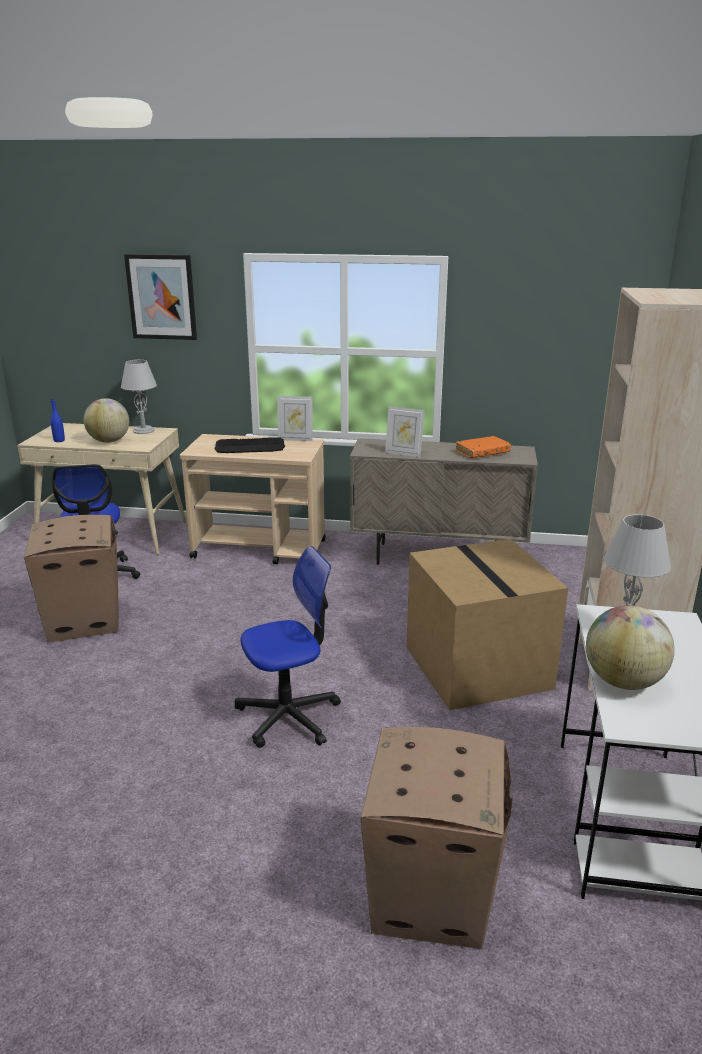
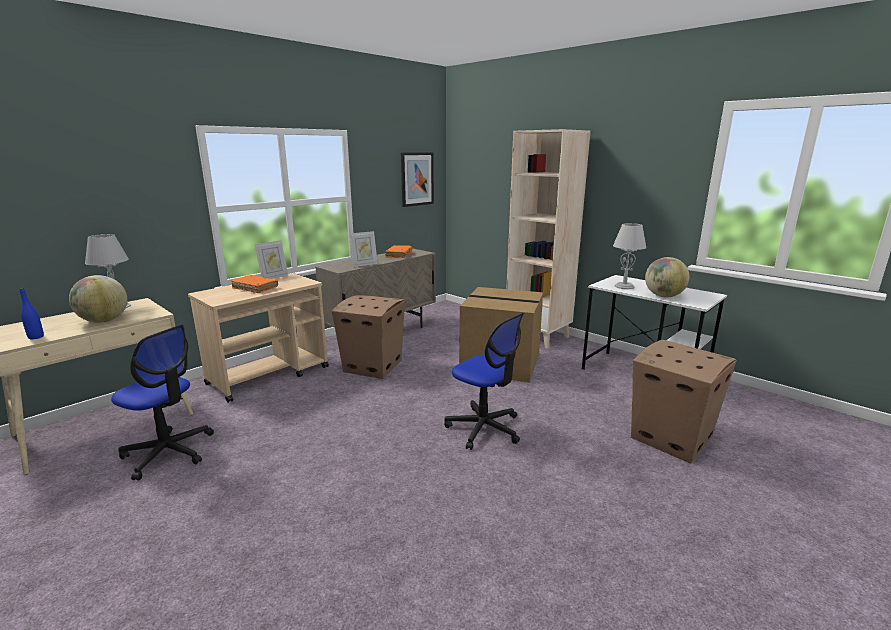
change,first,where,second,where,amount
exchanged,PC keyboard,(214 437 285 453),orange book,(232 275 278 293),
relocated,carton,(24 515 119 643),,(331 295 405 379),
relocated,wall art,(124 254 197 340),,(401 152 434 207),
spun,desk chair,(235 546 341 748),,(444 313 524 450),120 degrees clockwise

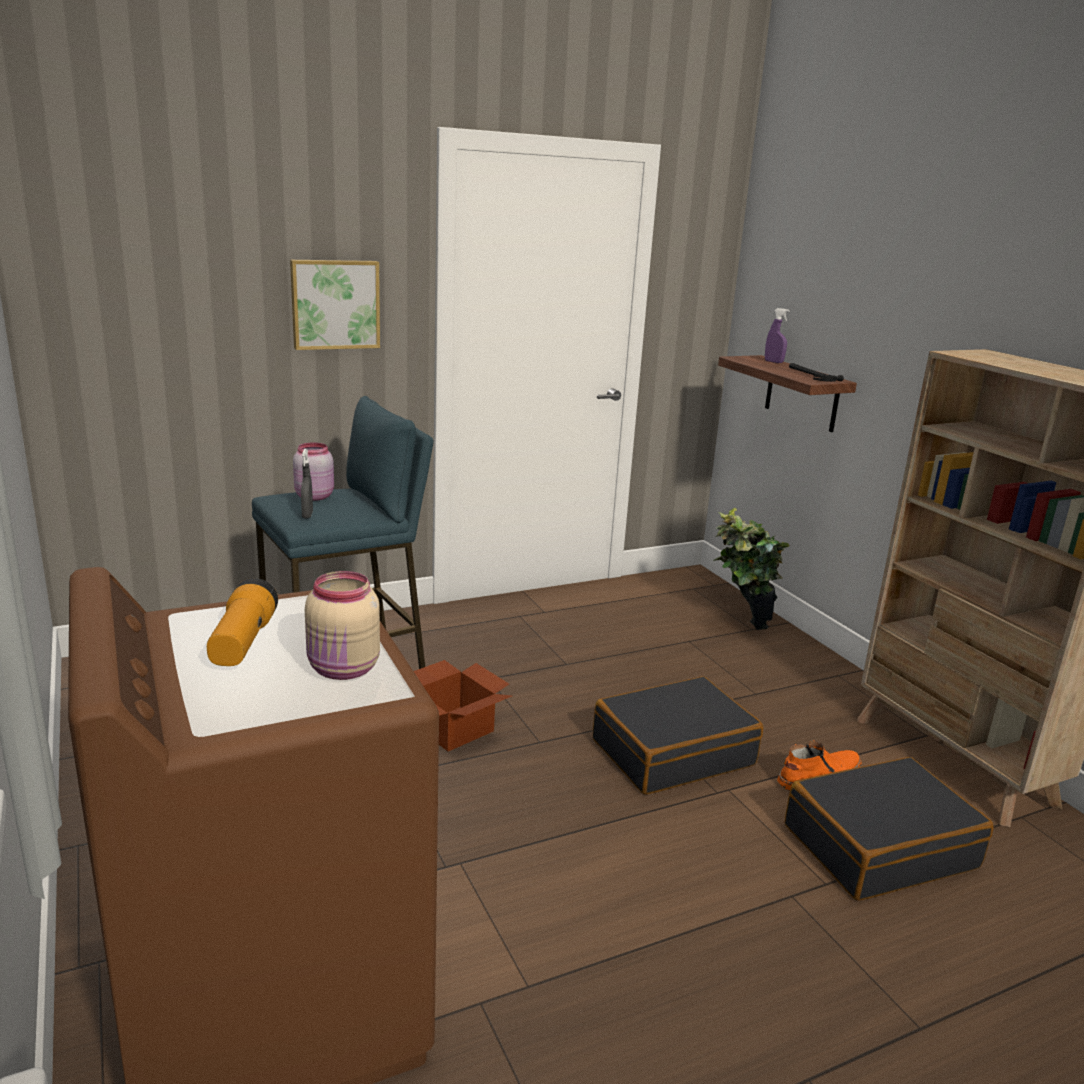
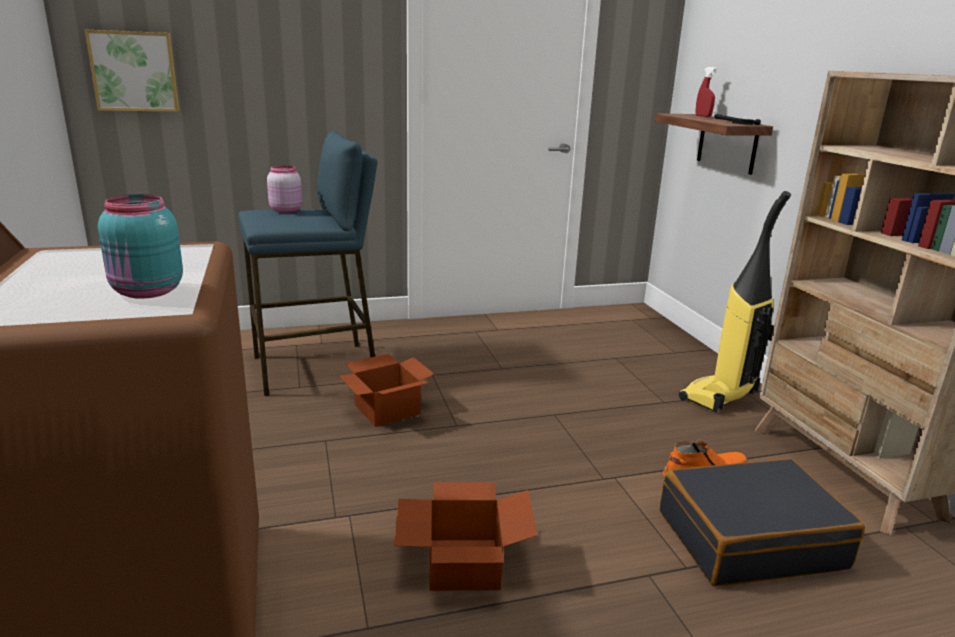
change,first,where,second,where,amount
relocated,wall art,(290 260 380 350),,(85 30 179 112),
colour,beige-coloured storage jar,(305 571 380 680),blue-green storage jar,(98 194 183 299),
appeared,,,carton,(394 482 537 591),
appeared,,,hoover,(679 191 791 412),
colour,purple hand sprayer,(765 308 790 363),red-coloured hand sprayer,(695 67 718 117),
missing,flashlight,(207 578 278 666),,,
missing,grey hand sprayer,(301 449 313 518),,,
missing,black travel case,(593 676 763 795),,,
missing,potted plant,(713 508 789 630),,,

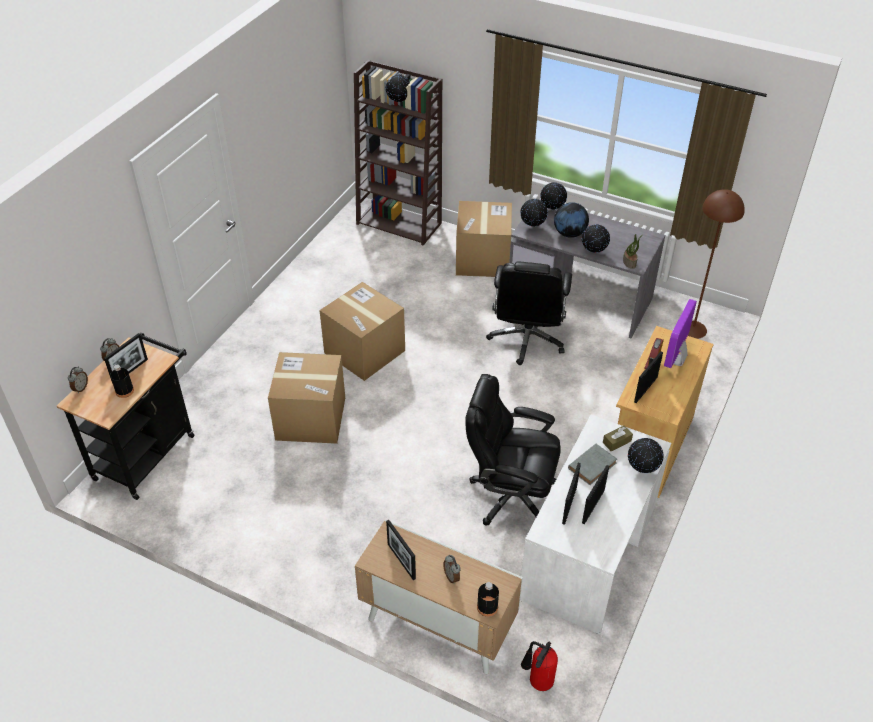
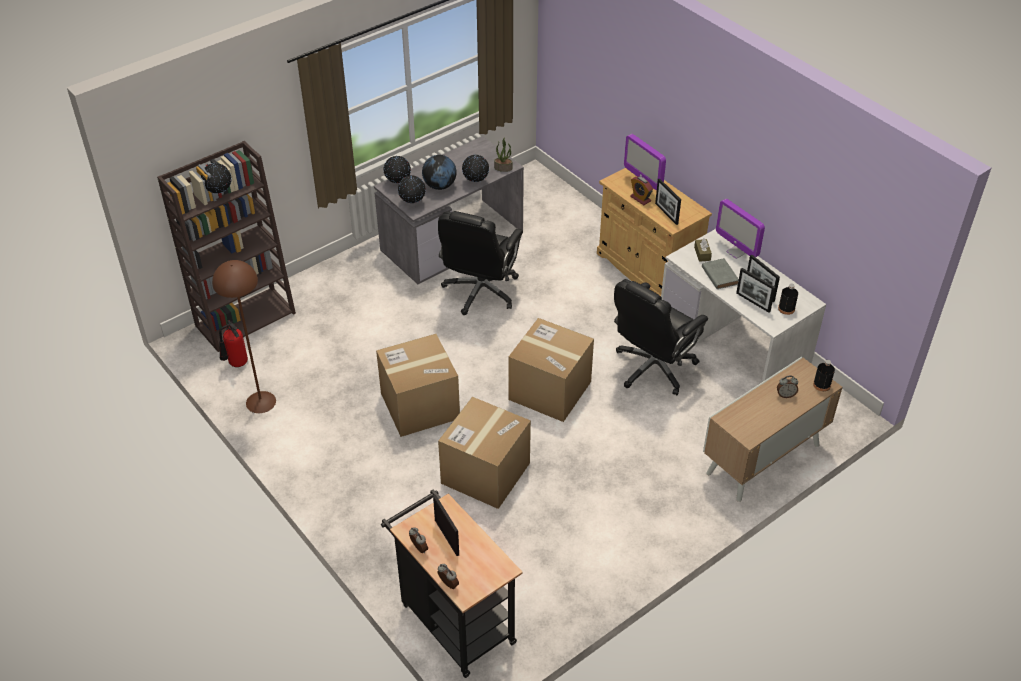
change,first,where,second,where,amount
relocated,brownish floor lamp,(688 189 745 339),,(212 260 276 413),
relocated,extinguisher,(521 641 558 691),,(219 320 248 367),
spun,black desk chair,(486 262 572 365),,(438 211 523 315),75 degrees clockwise
relocated,carton,(456 201 512 277),,(508 318 594 422),
exchanged,world globe,(628 438 664 473),computer display,(716 199 765 259),
relocated,black beverage bottle,(110 365 134 398),,(778 284 798 315),
missing,photo frame,(386 520 416 580),,,

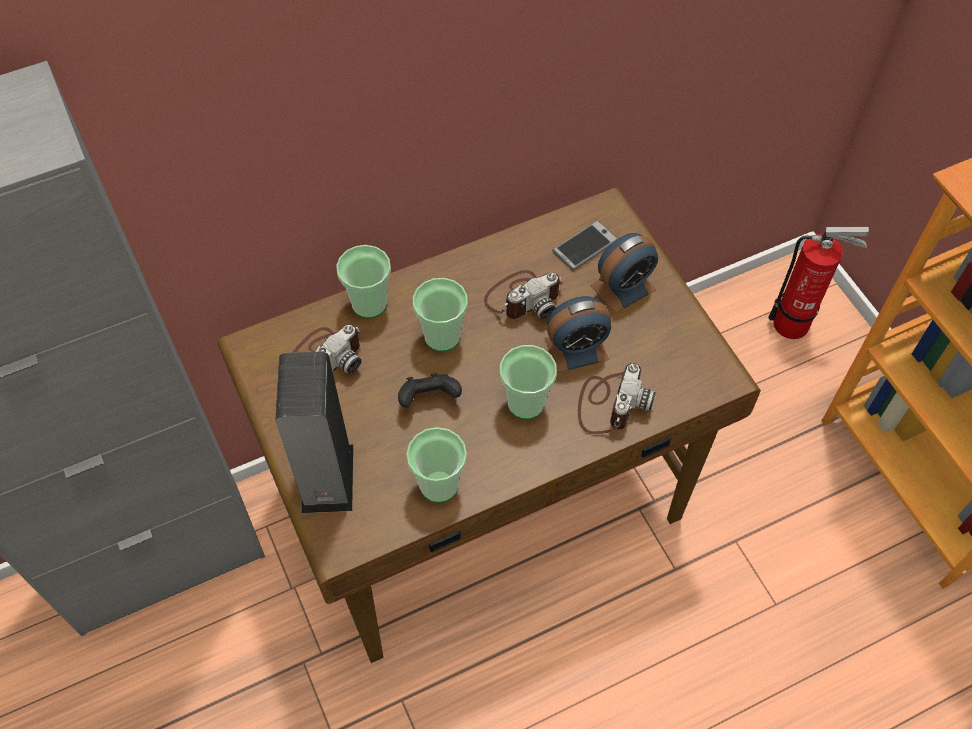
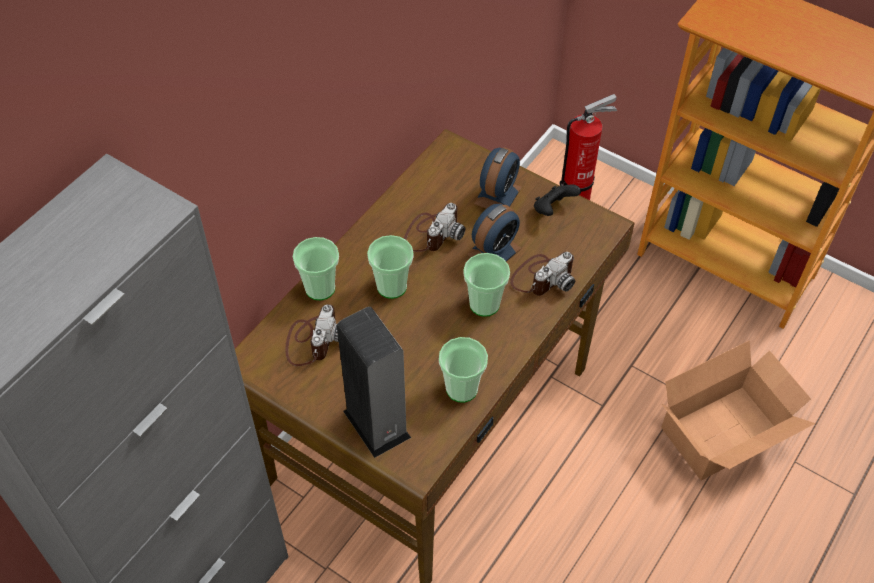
change,first,where,second,where,amount
spun,still camera,(578 363 656 434),,(510 252 575 296),60 degrees clockwise
relocated,black joypad,(398 373 462 408),,(534 185 581 216),
appeared,,,carton,(661 340 815 480),
missing,phone,(552 220 618 271),,,

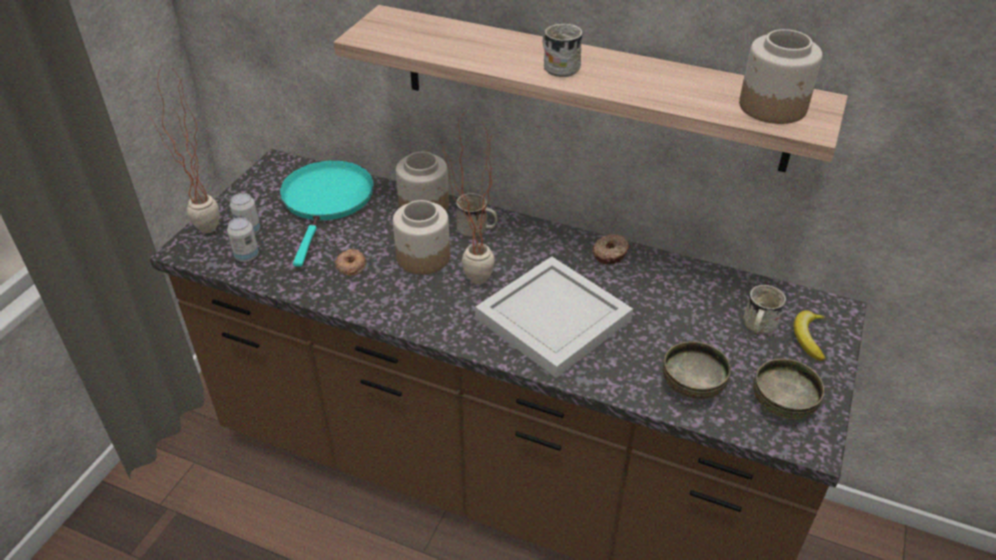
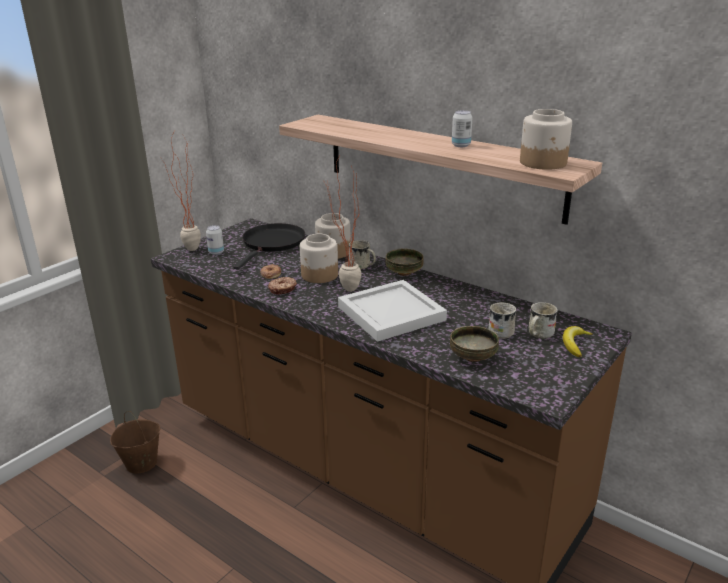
change,first,where,second,where,amount
appeared,,,brownish water bucket,(110 411 160 474),
colour,blue-green frying pan,(279 160 374 267),black frying pan,(233 223 305 270),
relocated,doughnut,(592 234 630 264),,(268 277 297 294),
relocated,deep dish,(753 359 824 419),,(385 248 424 276),
relocated,can,(227 217 259 262),,(452 110 473 147),
relocated,white tea mug,(543 24 583 77),,(488 302 516 339),

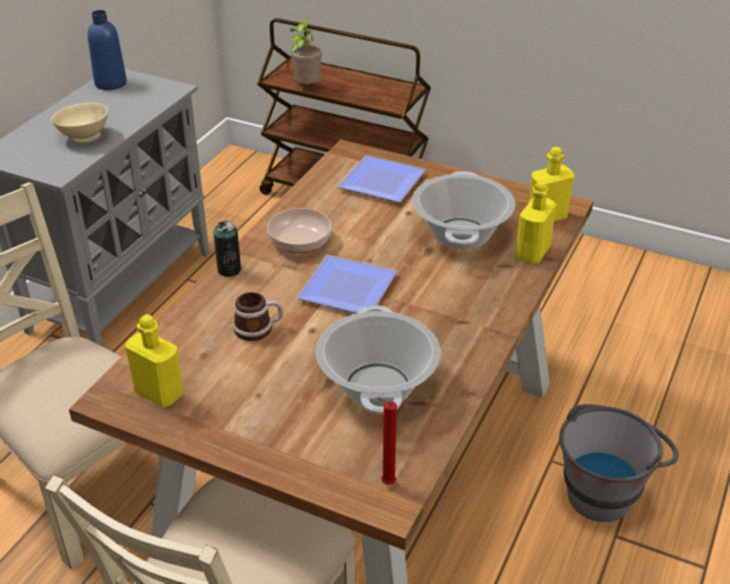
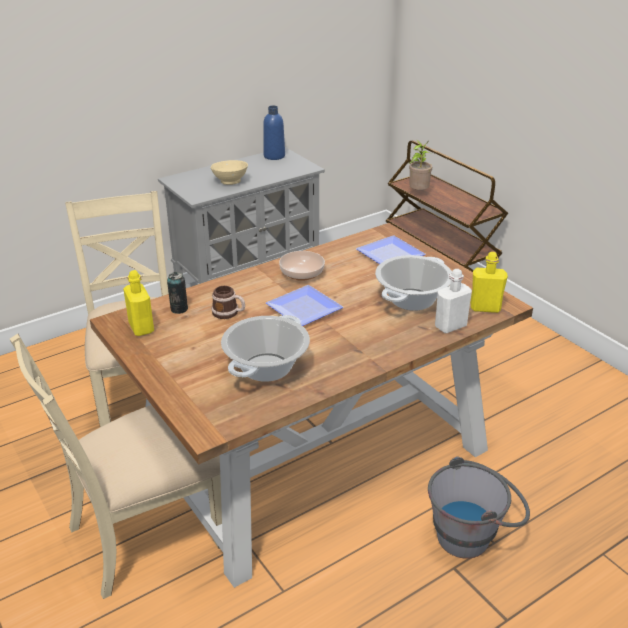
change,first,where,second,where,amount
relocated,can,(213 221 241 277),,(167 272 188 314),
colour,yellowish beverage bottle,(515 180 556 264),white beverage bottle,(435 269 472 333),
missing,red-coloured wax candle,(377 397 397 485),,,

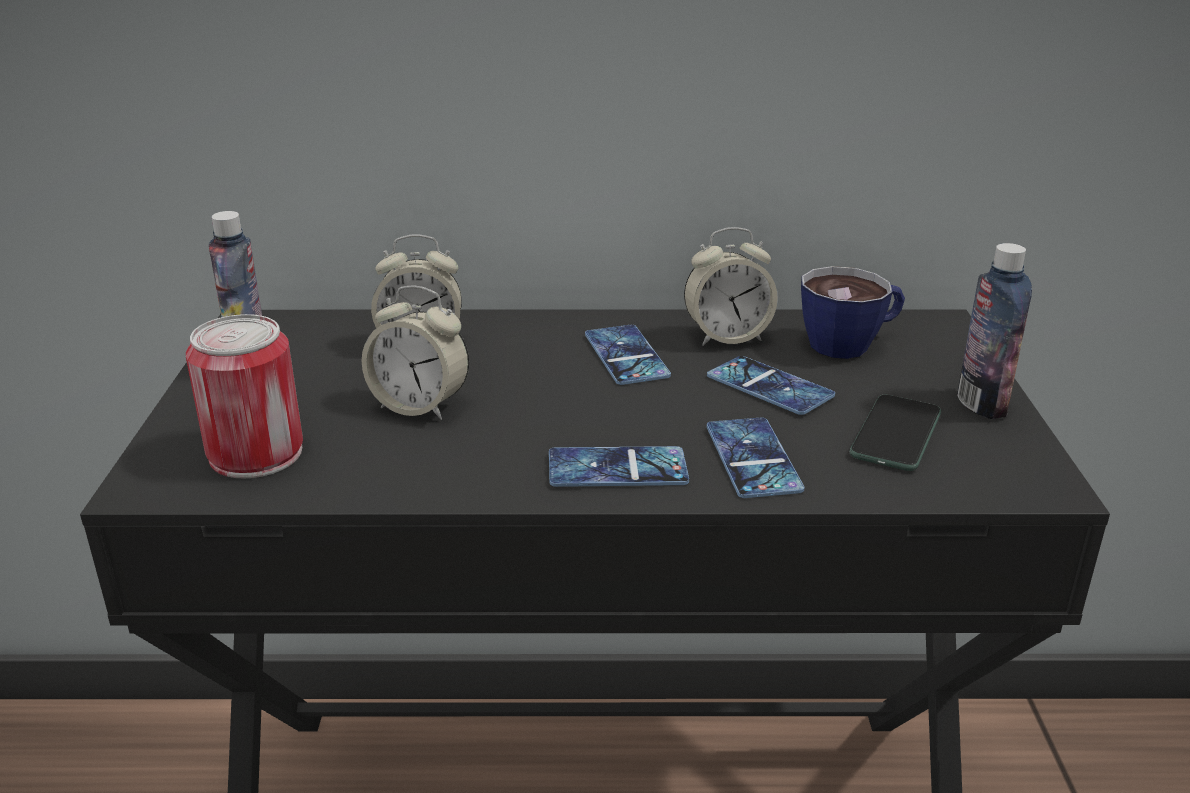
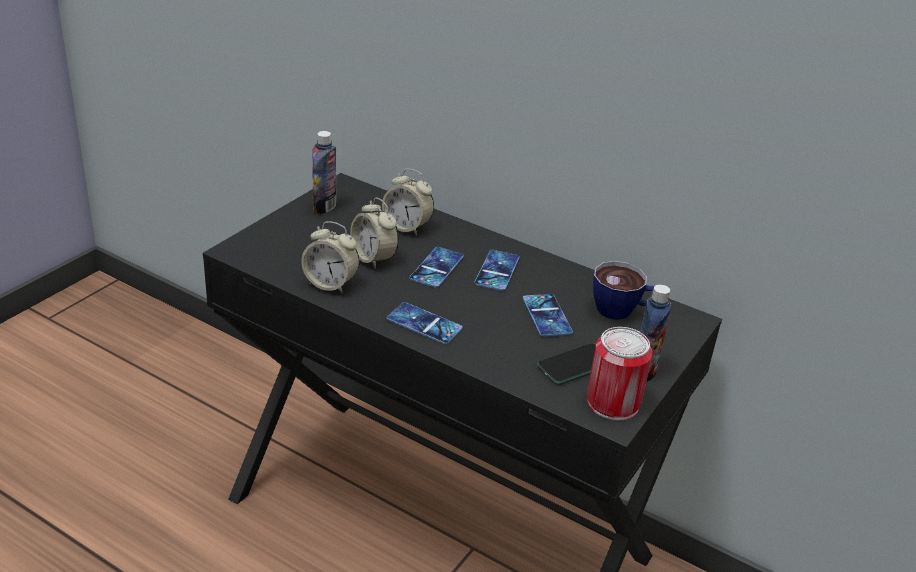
change,first,where,second,where,amount
relocated,alarm clock,(684 227 778 346),,(301 221 359 294),
relocated,phone,(707 418 804 498),,(409 247 464 288),
relocated,can,(186 314 303 479),,(587 327 652 421),

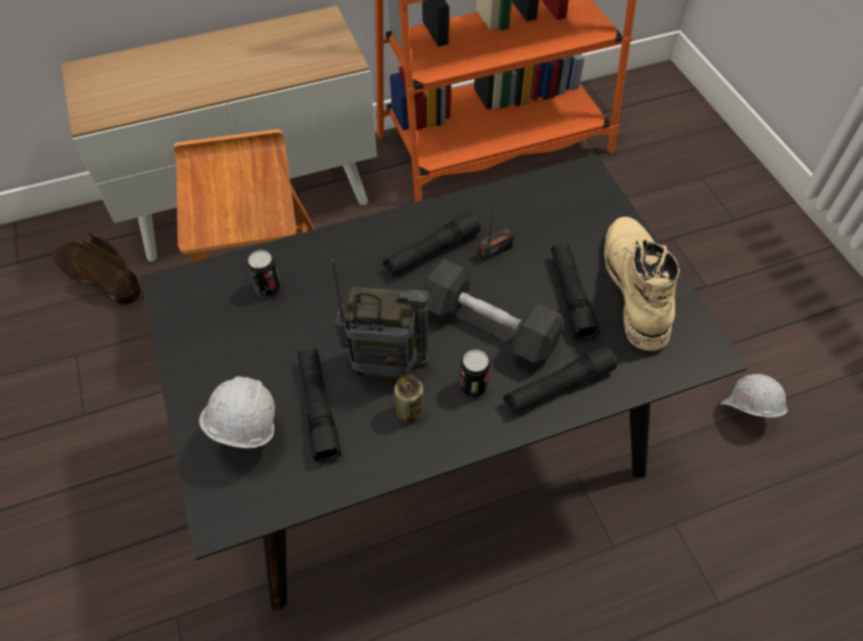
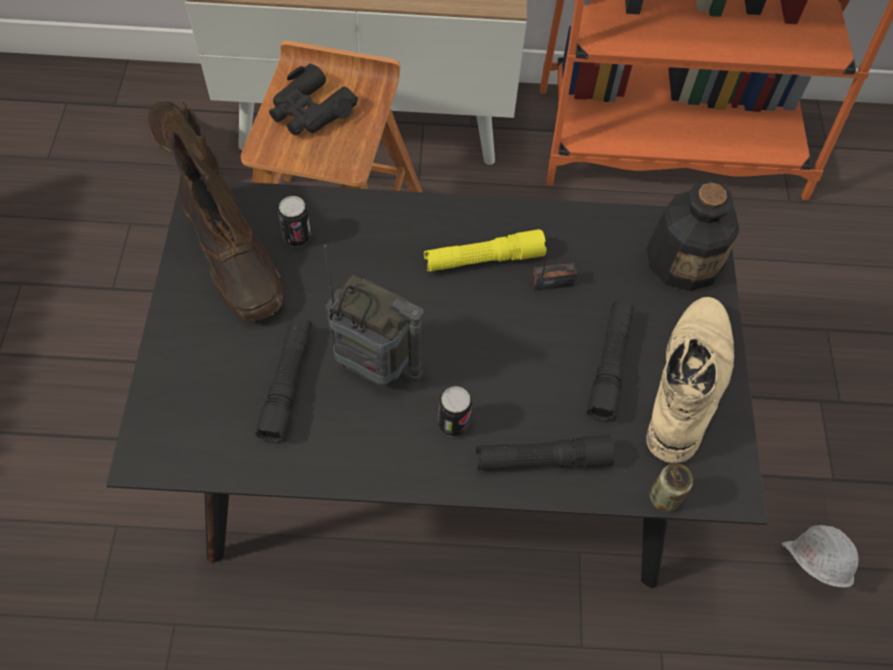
change,first,where,second,where,amount
appeared,,,brownish tall boot,(169 131 283 322),
appeared,,,black binoculars,(269 63 358 135),
colour,black flashlight,(383 212 480 276),yellowish flashlight,(424 229 546 272),
appeared,,,beverage bottle,(647 181 739 291),
relocated,can,(394 375 424 422),,(649 463 693 512),
missing,white safety helmet,(199 376 275 448),,,
missing,black free weight,(422 259 564 365),,,

